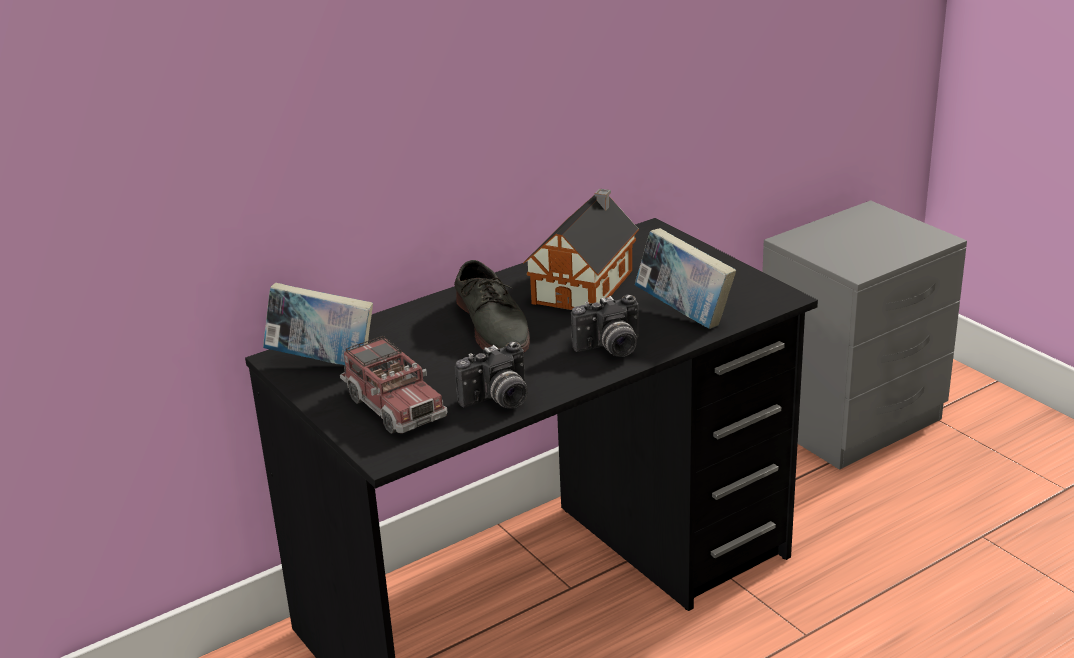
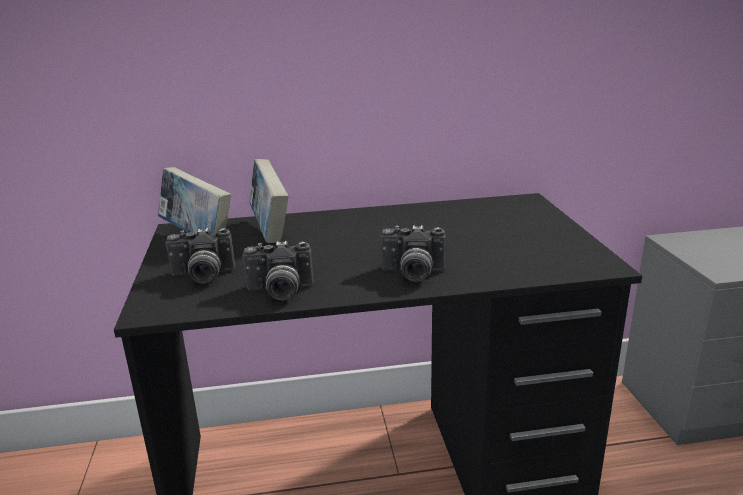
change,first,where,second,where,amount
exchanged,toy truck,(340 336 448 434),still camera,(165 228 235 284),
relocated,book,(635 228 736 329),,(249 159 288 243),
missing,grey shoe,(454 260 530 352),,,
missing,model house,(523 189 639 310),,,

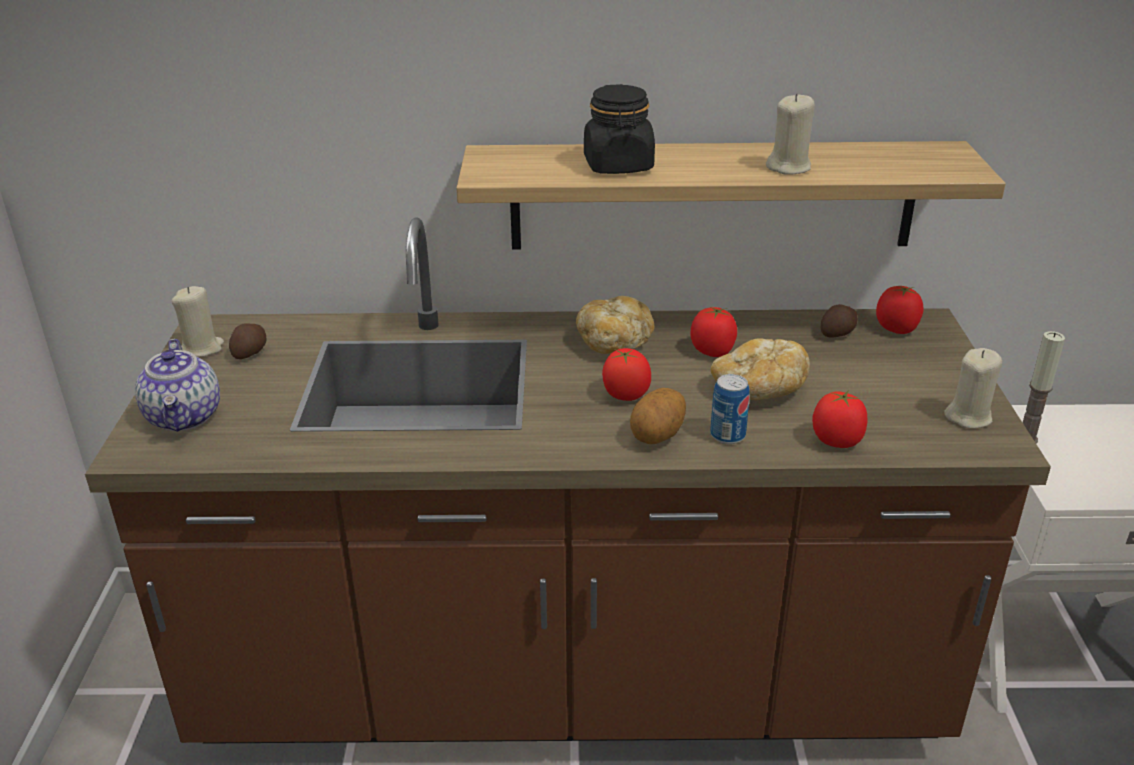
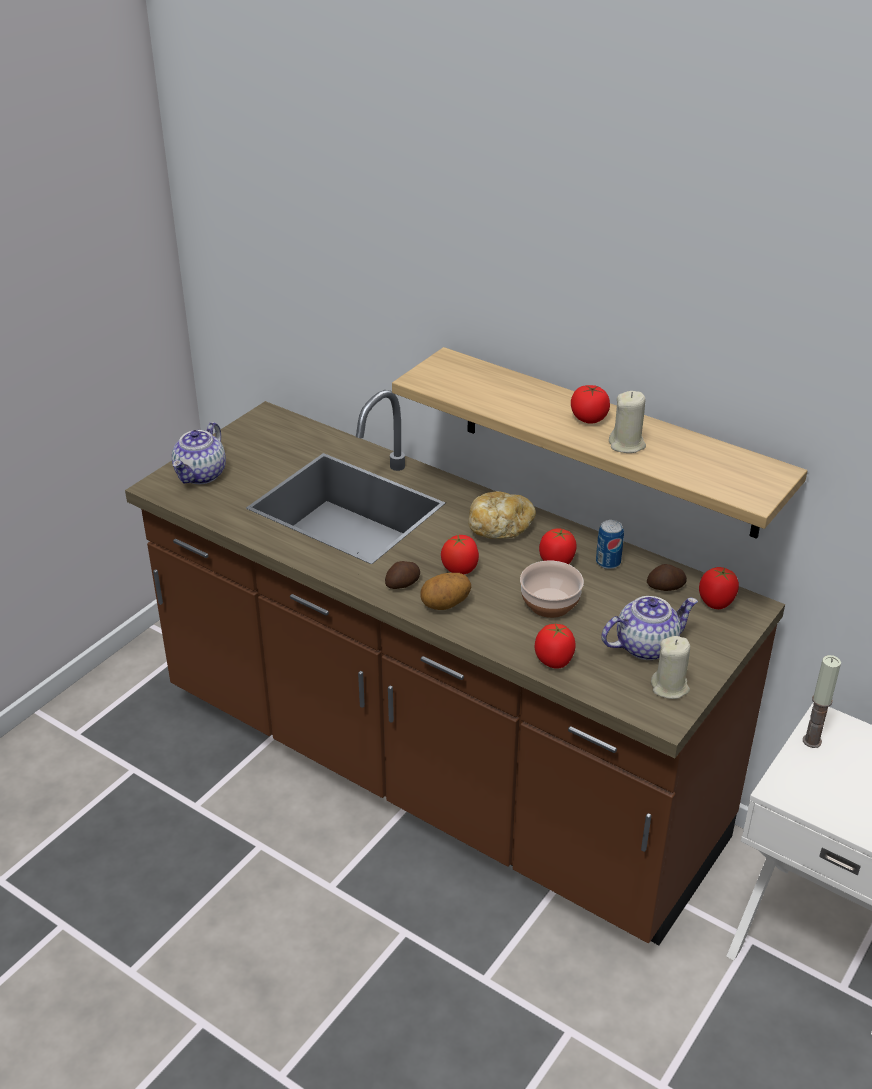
change,first,where,second,where,amount
relocated,whole potato,(229 323 267 359),,(385 561 420 589),
exchanged,baked bread,(711 338 810 400),deep dish,(520 561 584 618),
appeared,,,fresh tomato,(571 385 610 424),
relocated,can,(710 374 750 444),,(596 520 624 569),
appeared,,,tea pot,(601 596 698 660),
missing,beige-coloured wax candle,(172 286 224 357),,,
missing,black storage jar,(584 84 655 174),,,

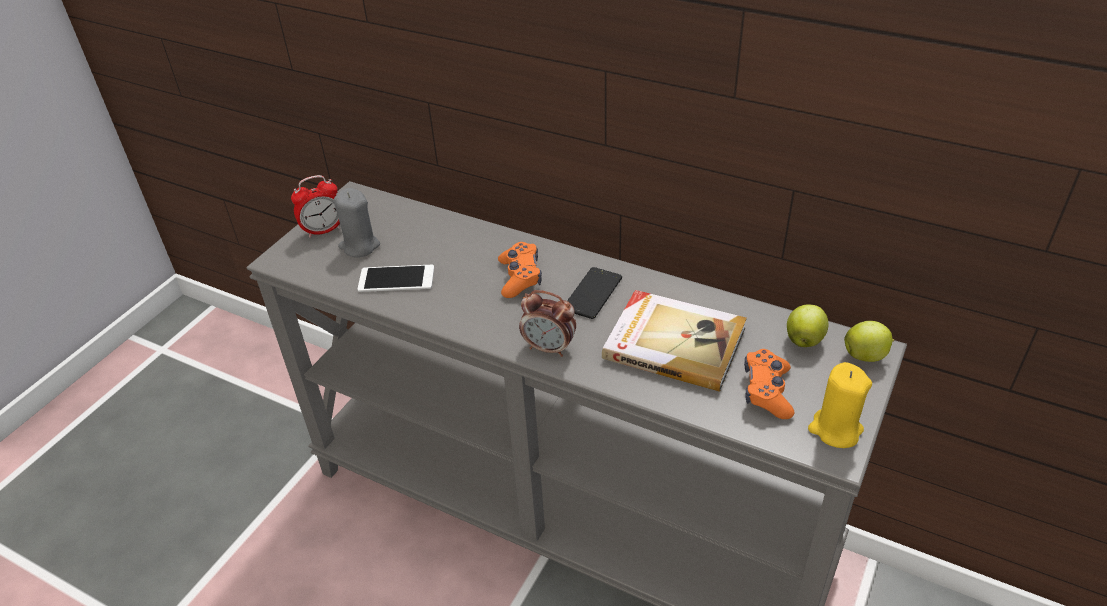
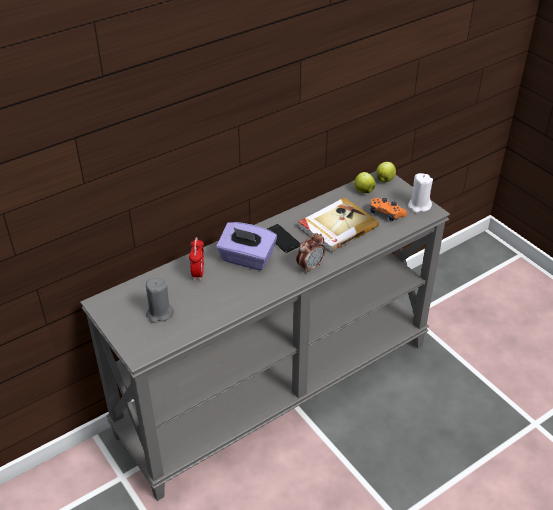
change,first,where,second,where,amount
relocated,alarm clock,(291 175 340 238),,(189 237 204 281),
exchanged,orange joypad,(498 242 542 298),purple tissue holder,(216 222 277 270),
colour,yellowish wax candle,(808 362 872 448),white wax candle,(408 173 433 213),
missing,phone,(358 265 434 292),,,

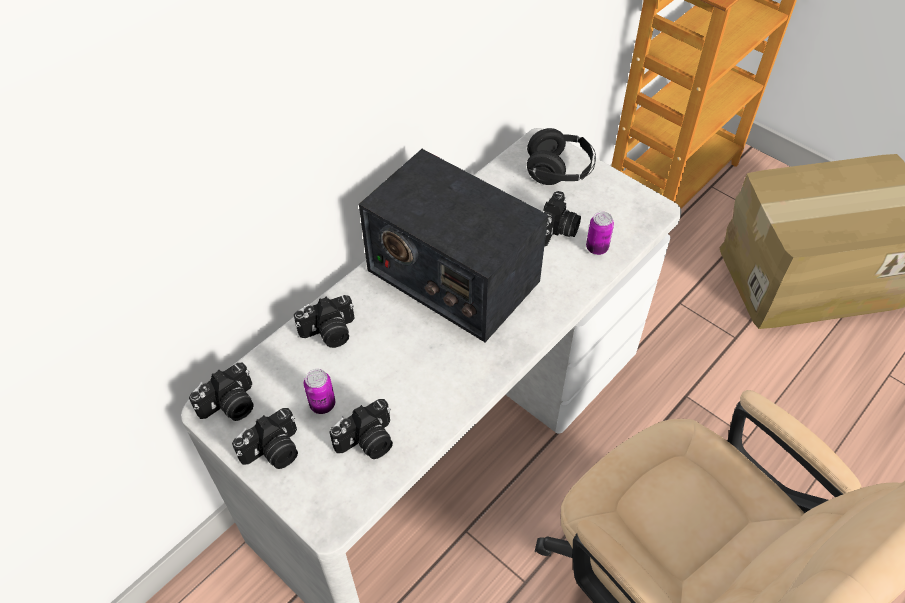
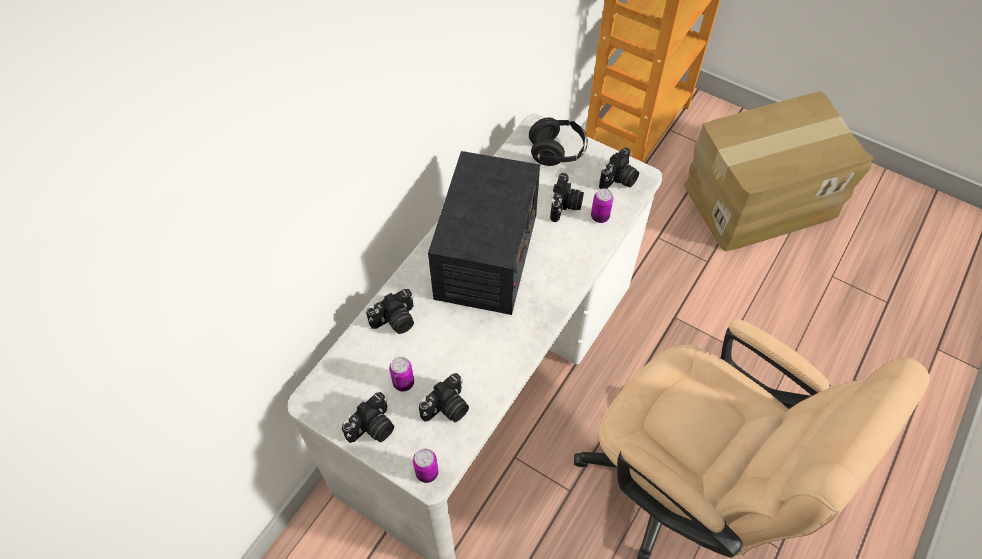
change,first,where,second,where,amount
appeared,,,can,(413 448 439 483),
spun,radio,(359 149 548 342),,(428 151 540 315),105 degrees counterclockwise
relocated,still camera,(189 362 254 421),,(599 148 639 189),

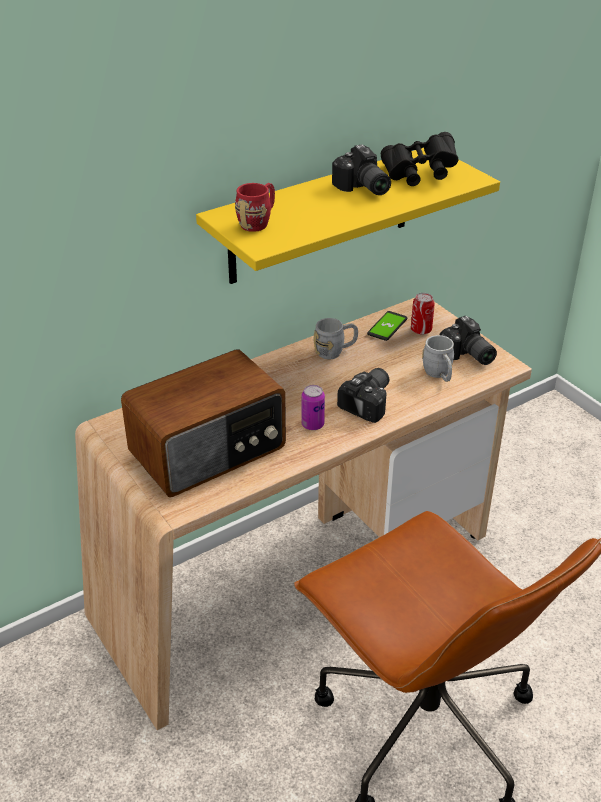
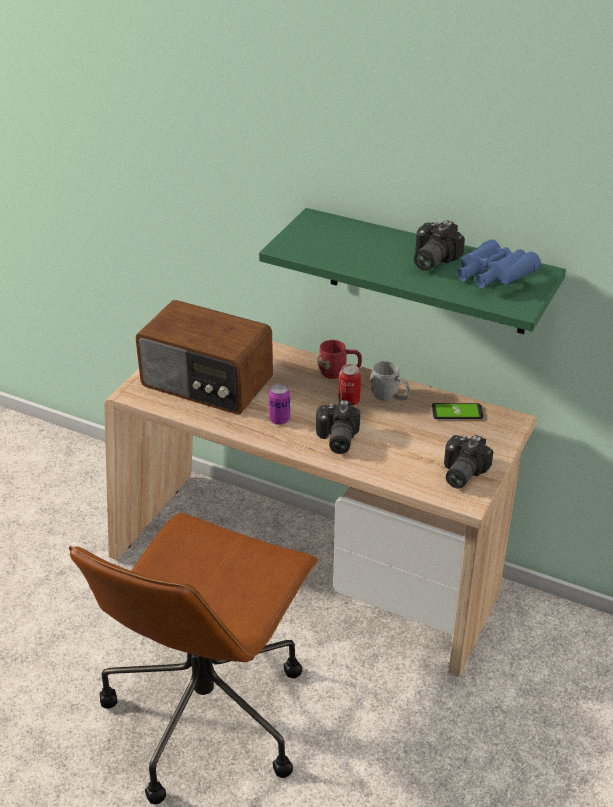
change,first,where,second,where,amount
colour,yellowish bracket shelf,(196 148 500 284),greenish bracket shelf,(259 208 566 334),
spun,still camera,(337 368 389 423),,(316 400 360 454),90 degrees clockwise
relocated,red-coloured tea mug,(235 183 275 232),,(317 340 362 379),
relocated,can,(411 293 435 335),,(339 364 361 406),
colour,black binoculars,(381 132 458 186),blue binoculars,(457 239 541 288),
missing,grey tea mug,(422 335 454 382),,,

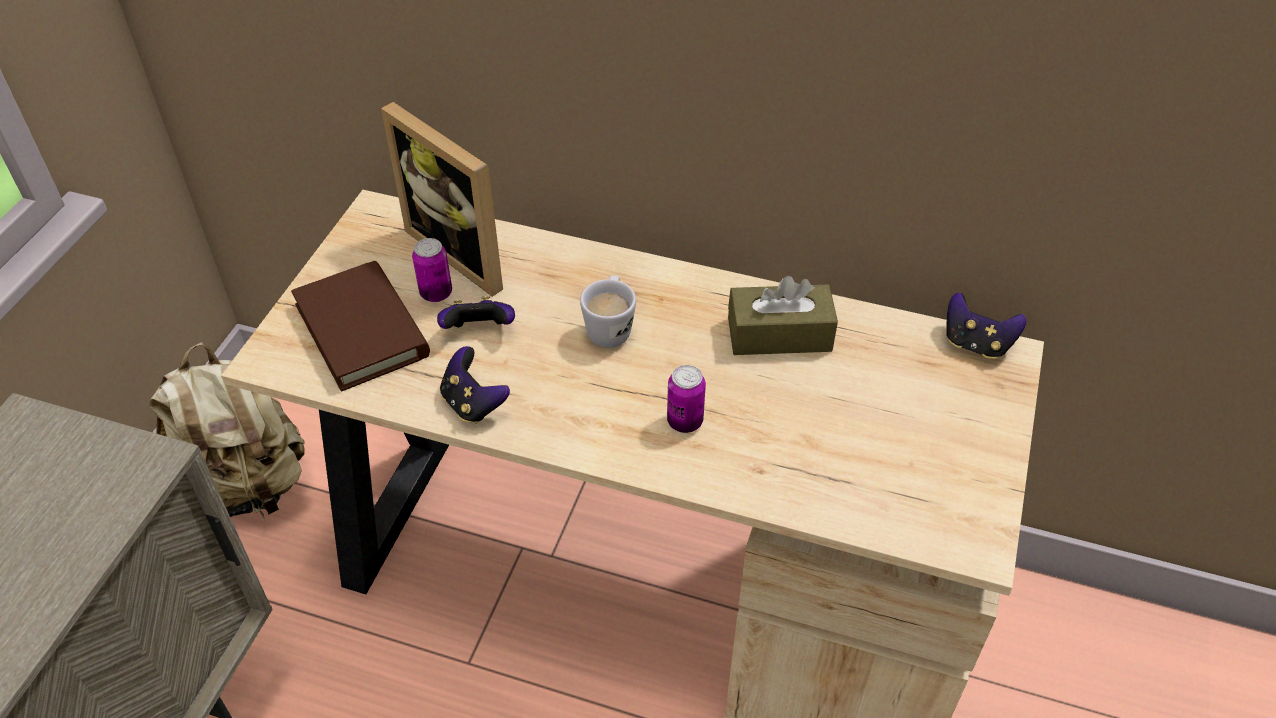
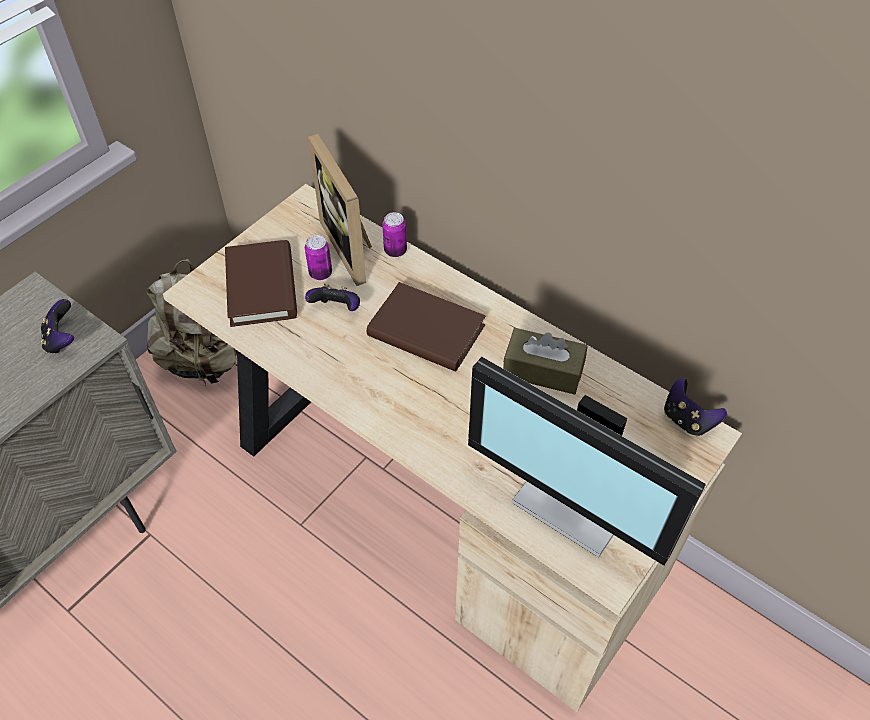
change,first,where,second,where,amount
relocated,joypad,(440 346 510 424),,(41 299 74 354),
exchanged,white tea mug,(580 275 636 348),brownish book,(367 282 486 372),
relocated,can,(667 365 706 433),,(382 212 407 257),
appeared,,,computer display,(468 357 706 566),

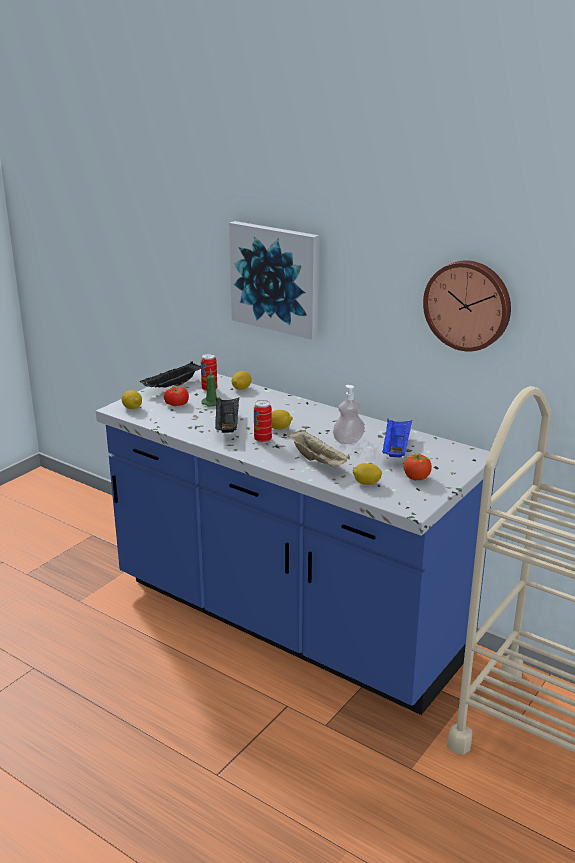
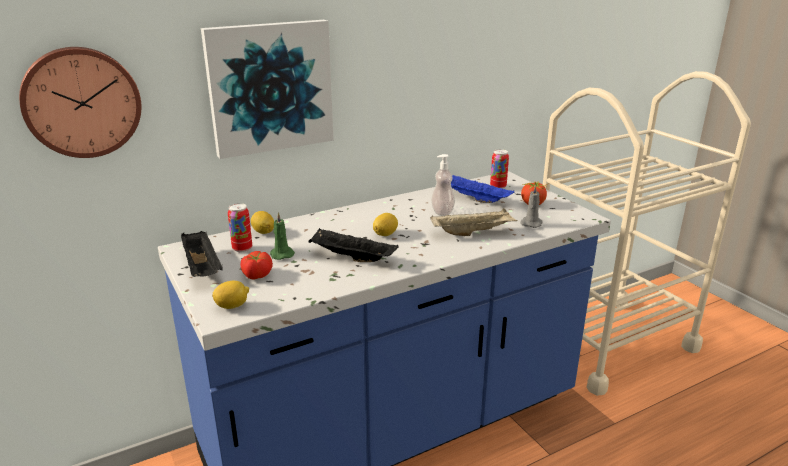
change,first,where,second,where,amount
relocated,hanging clock,(423 260 511 352),,(19 47 141 158),
relocated,can,(254 400 272 443),,(490 149 509 189),
exchanged,whole lemon,(353 463 382 485),grey wax candle,(520 185 542 228),

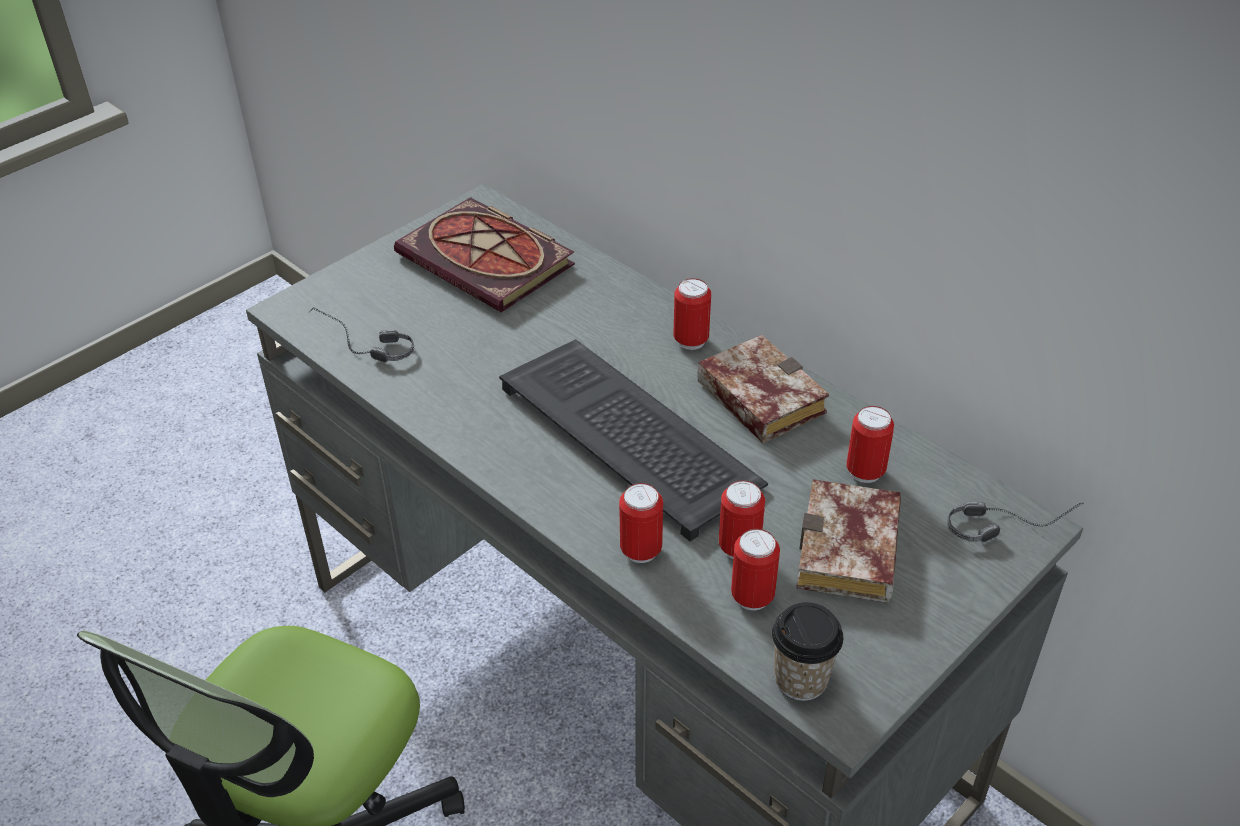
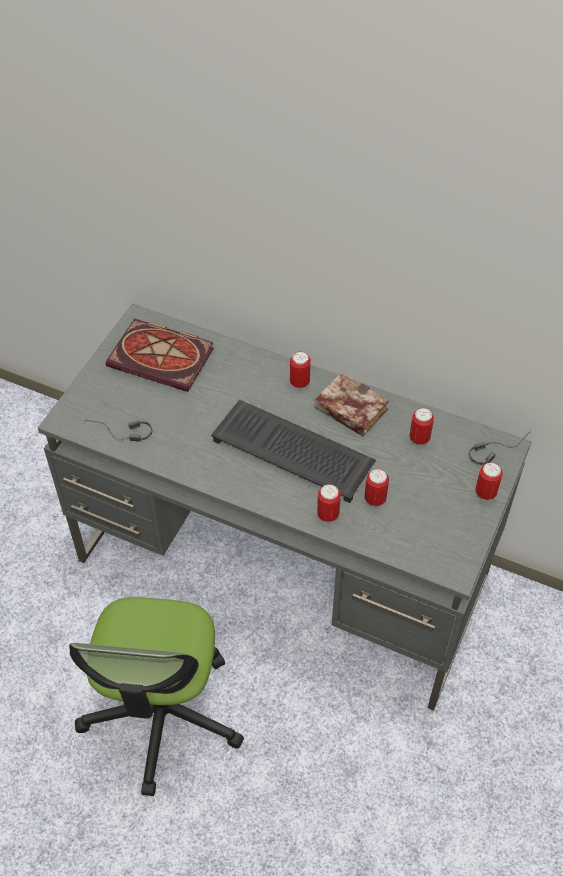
change,first,where,second,where,amount
relocated,can,(731 529 780 610),,(475 462 503 500),
missing,drinking cup,(772 602 843 701),,,
missing,book,(796 480 901 603),,,

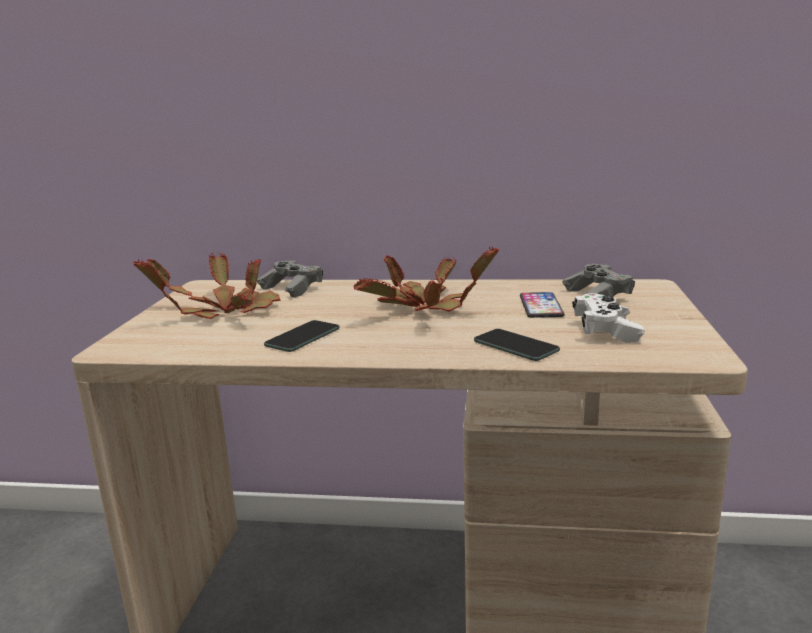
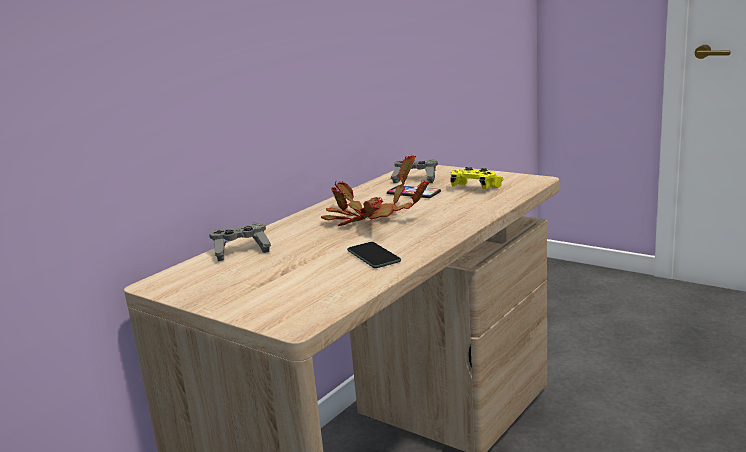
change,first,where,second,where,amount
colour,white joypad,(572 293 645 343),yellowish joypad,(450 167 504 190),
missing,potted plant,(133 252 281 319),,,
missing,phone,(474 329 560 361),,,

